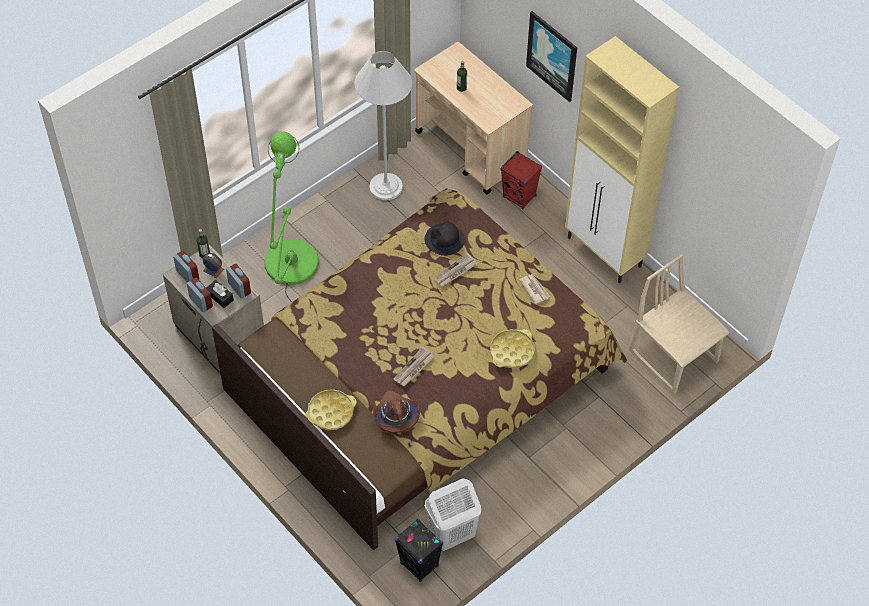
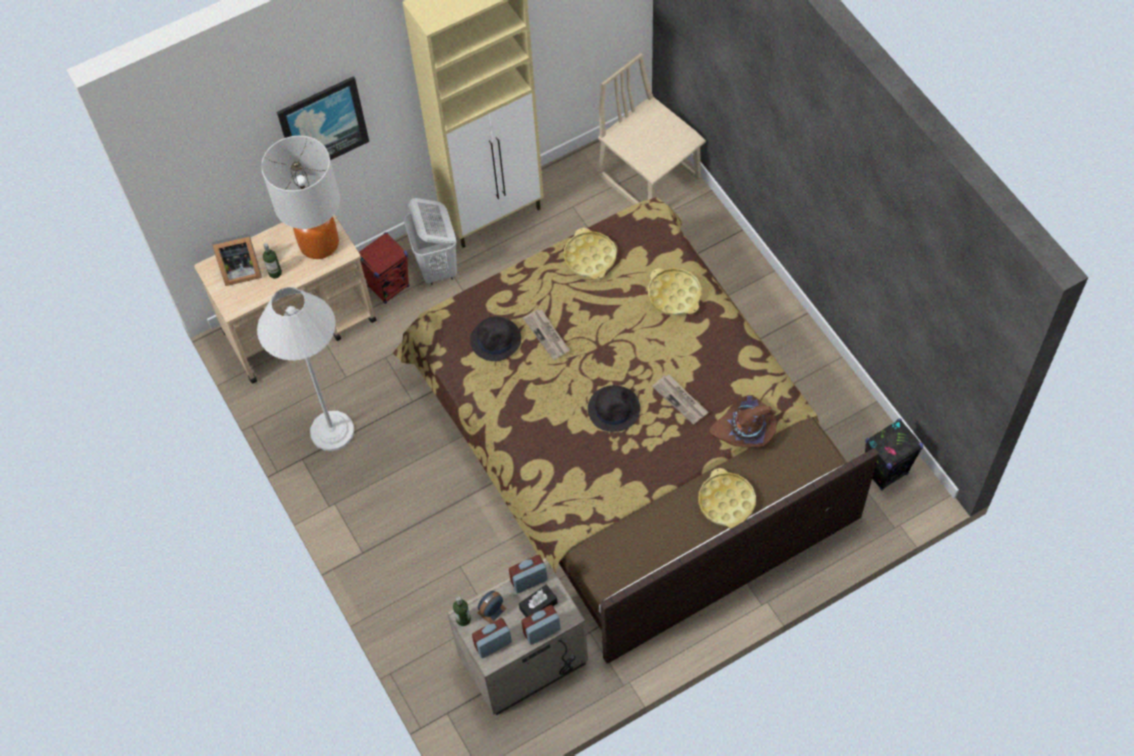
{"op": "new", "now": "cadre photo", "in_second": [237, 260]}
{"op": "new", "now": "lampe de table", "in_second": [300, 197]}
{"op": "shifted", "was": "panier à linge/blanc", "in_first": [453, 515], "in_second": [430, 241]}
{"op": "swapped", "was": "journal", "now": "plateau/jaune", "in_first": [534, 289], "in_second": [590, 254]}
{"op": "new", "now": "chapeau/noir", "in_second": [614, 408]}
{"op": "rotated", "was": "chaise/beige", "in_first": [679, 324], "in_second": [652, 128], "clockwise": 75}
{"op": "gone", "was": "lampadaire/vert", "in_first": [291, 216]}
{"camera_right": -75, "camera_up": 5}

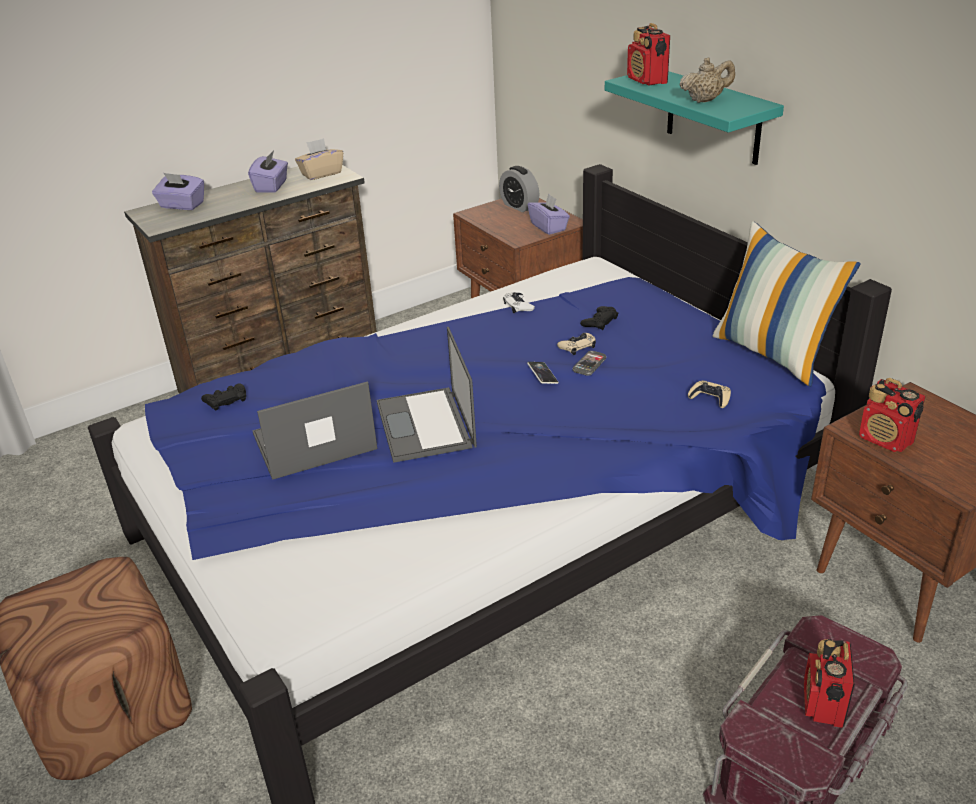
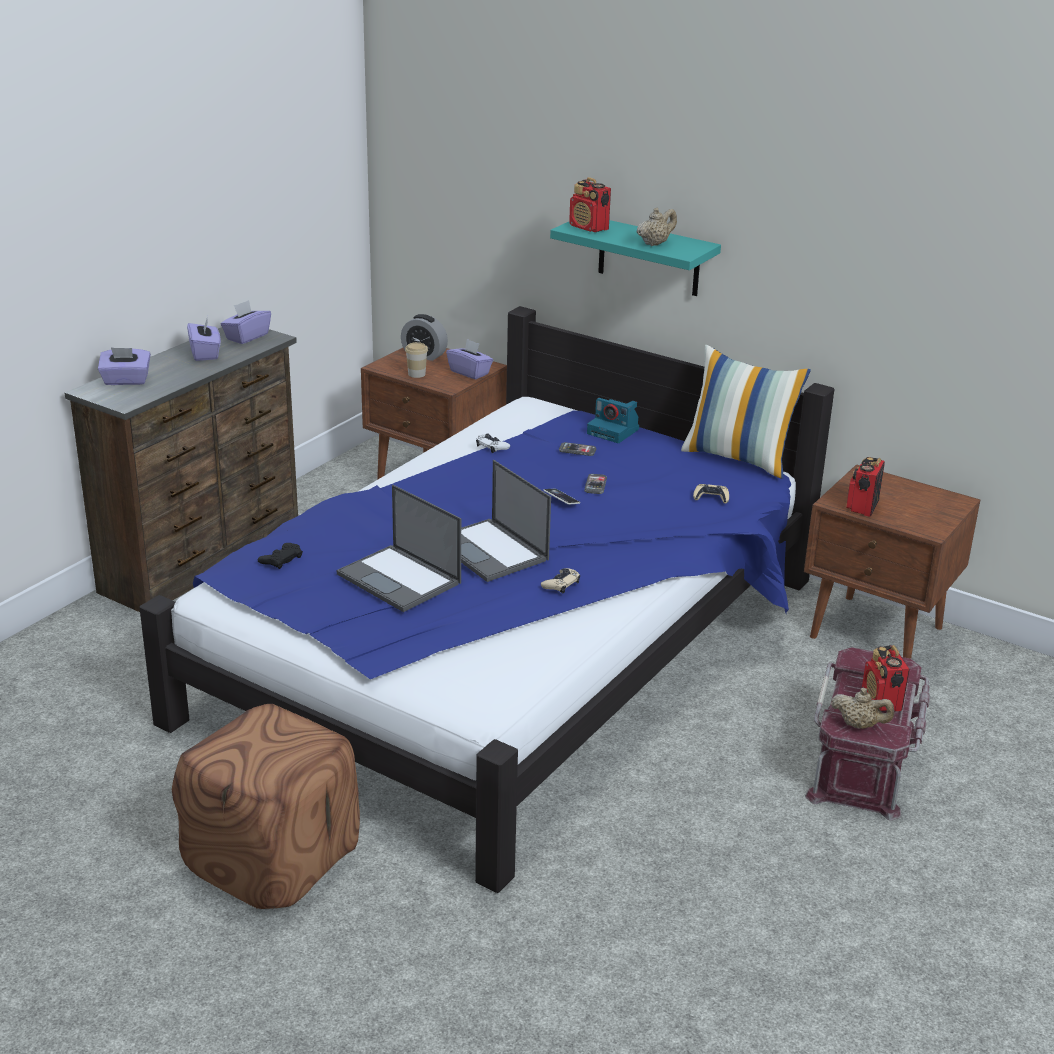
{"op": "repainted", "was": "boîte à mouchoirs/beige", "now": "boîte à mouchoirs/violet", "in_first": [319, 159], "in_second": [246, 322]}
{"op": "rotated", "was": "ordinateur portable", "in_first": [315, 430], "in_second": [399, 548], "clockwise": -90}
{"op": "new", "now": "tasse", "in_second": [416, 360]}
{"op": "shifted", "was": "manette/beige", "in_first": [576, 344], "in_second": [560, 580]}
{"op": "swapped", "was": "manette/noir", "now": "téléphone", "in_first": [599, 318], "in_second": [577, 449]}
{"op": "new", "now": "appareil photo", "in_second": [613, 420]}
{"op": "new", "now": "théière/beige", "in_second": [862, 708]}
{"op": "rotated", "was": "radio", "in_first": [892, 415], "in_second": [865, 487], "clockwise": 90}
{"camera_right": -25, "camera_up": -5}

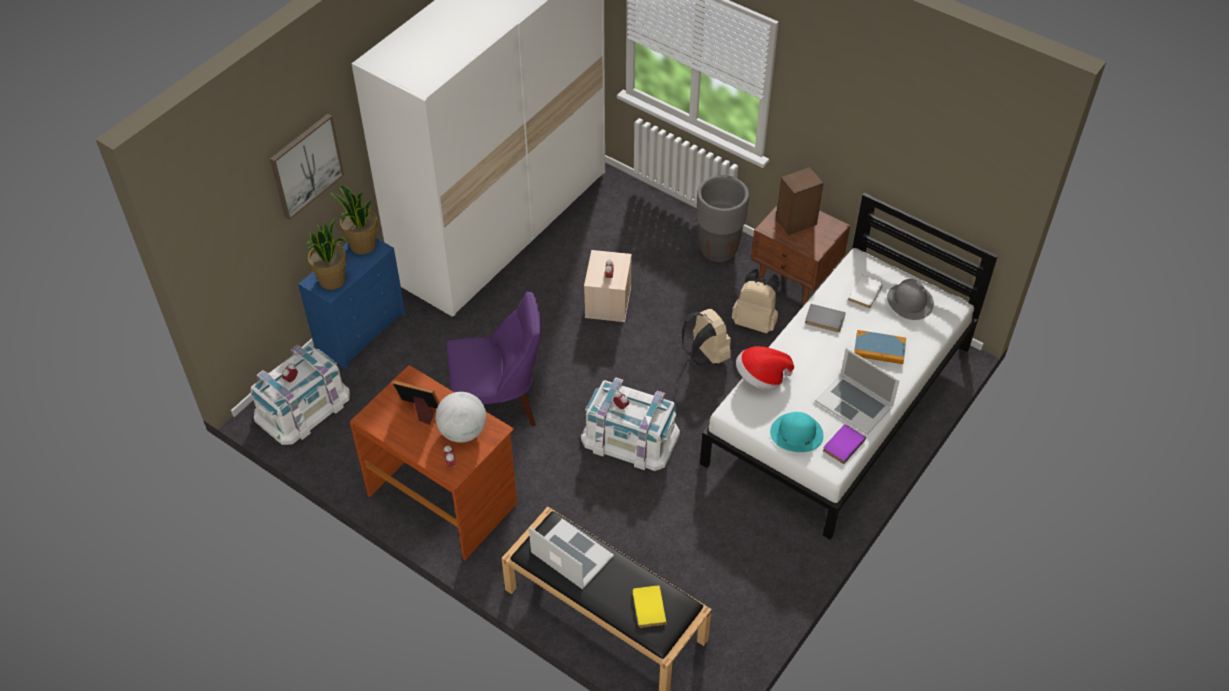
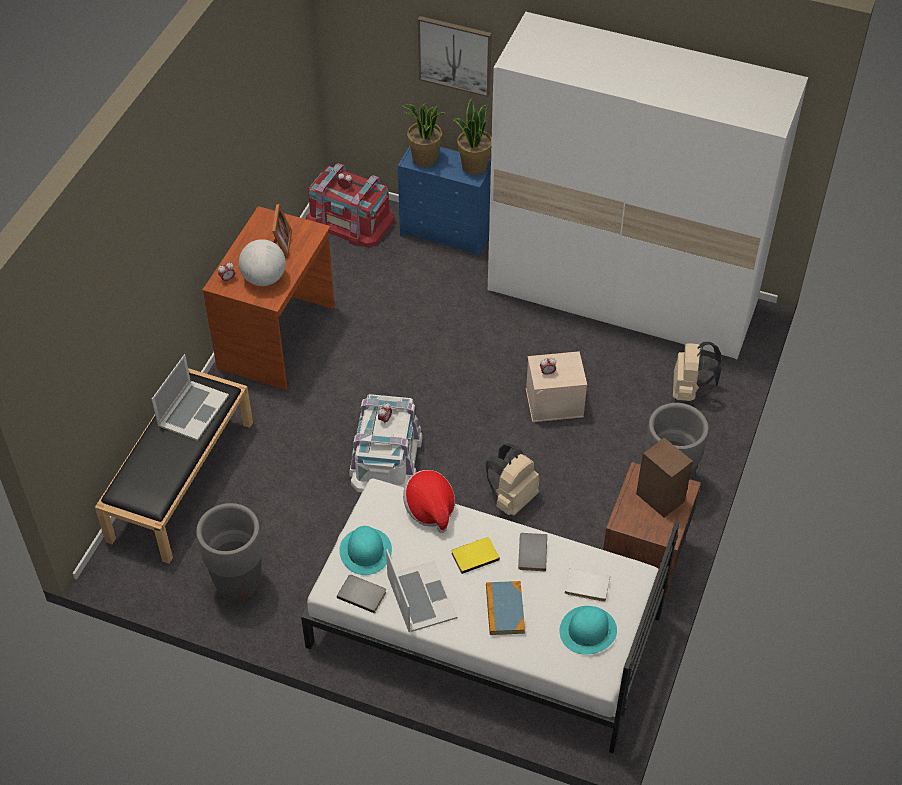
{"op": "new", "now": "cache-pot/gris", "in_second": [229, 552]}
{"op": "repainted", "was": "boîte de rangement/blanc", "now": "boîte de rangement/rouge", "in_first": [300, 394], "in_second": [350, 205]}
{"op": "repainted", "was": "livre/violet", "now": "livre/gris", "in_first": [844, 444], "in_second": [361, 594]}
{"op": "rotated", "was": "ordinateur portable", "in_first": [857, 391], "in_second": [421, 591], "clockwise": 135}
{"op": "shifted", "was": "livre/jaune", "in_first": [649, 606], "in_second": [476, 555]}
{"op": "repainted", "was": "chapeau/gris", "now": "chapeau/turquoise", "in_first": [910, 299], "in_second": [588, 630]}
{"op": "shifted", "was": "sac à dos/beige", "in_first": [756, 301], "in_second": [697, 371]}
{"op": "gone", "was": "chaise/violet", "in_first": [493, 358]}
{"camera_right": 75, "camera_up": 0}

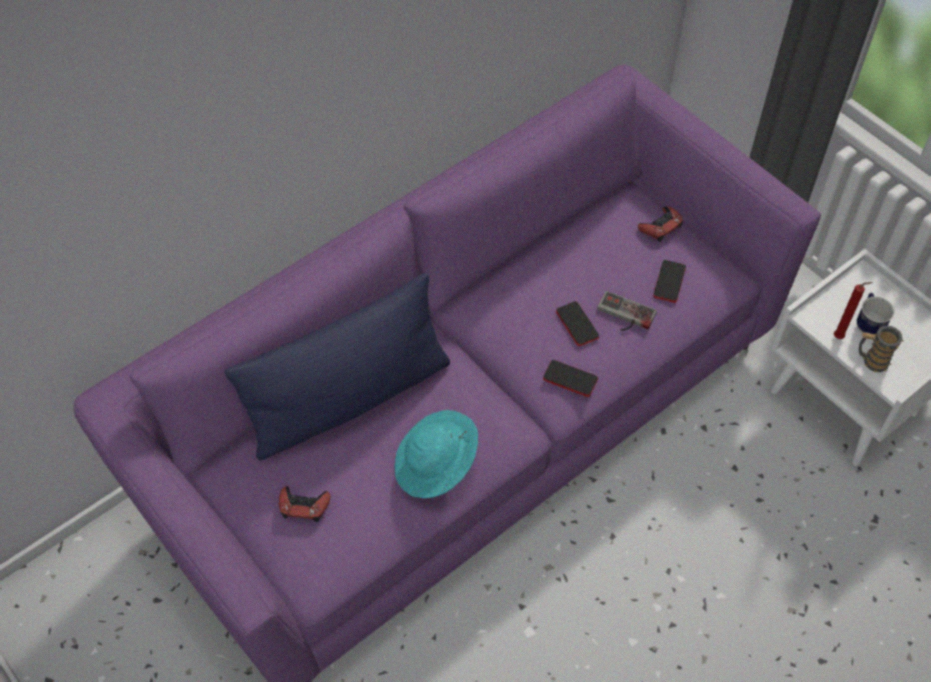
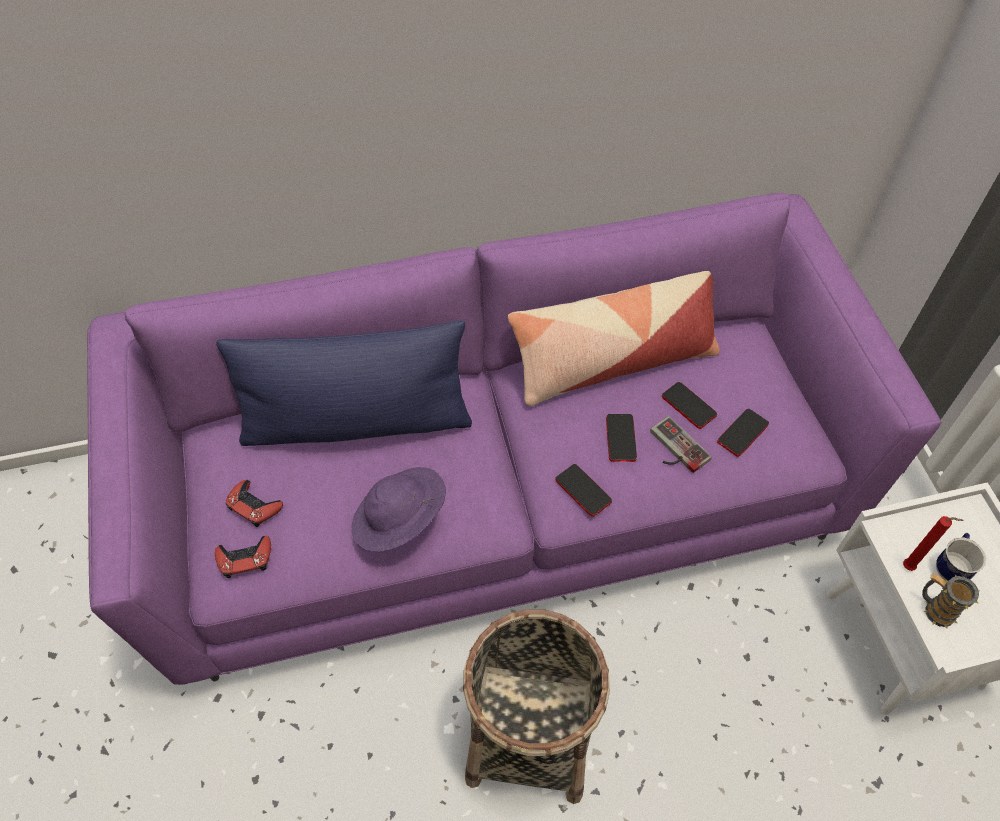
{"op": "shifted", "was": "manette/rouge", "in_first": [660, 224], "in_second": [243, 556]}
{"op": "repainted", "was": "chapeau/turquoise", "now": "chapeau/violet", "in_first": [436, 454], "in_second": [399, 509]}
{"op": "new", "now": "panier", "in_second": [536, 706]}
{"op": "new", "now": "coussin", "in_second": [614, 338]}
{"op": "new", "now": "téléphone", "in_second": [689, 405]}
{"camera_right": 25, "camera_up": 0}

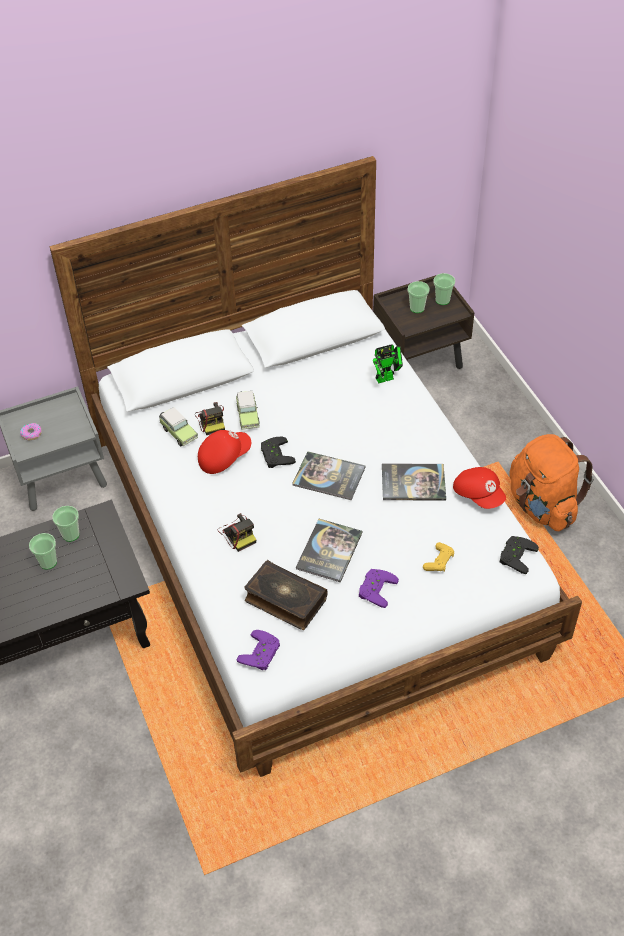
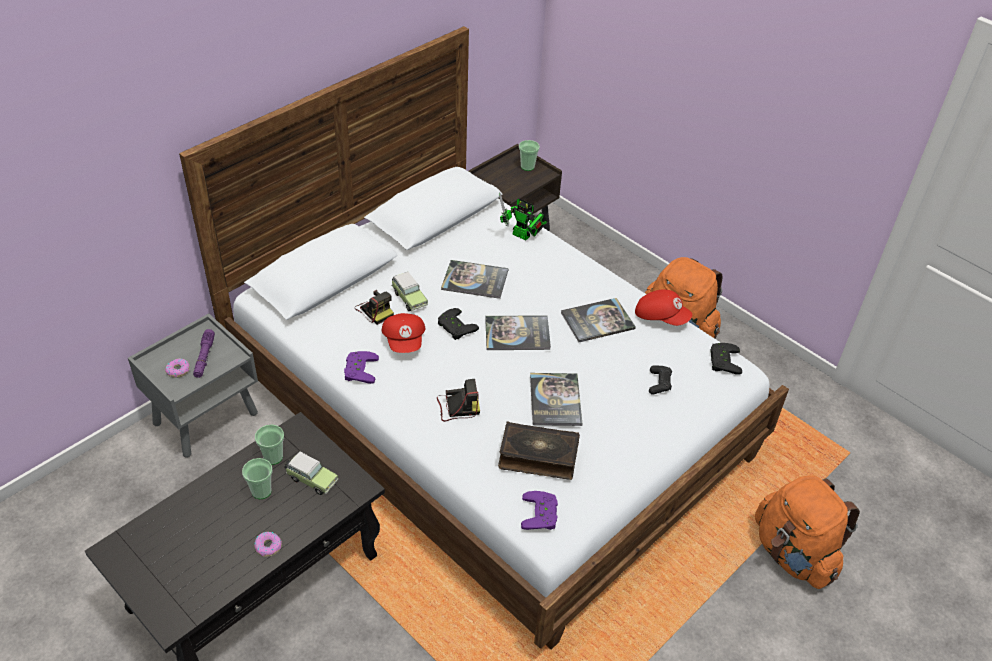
{"op": "new", "now": "lampe de poche/violet", "in_second": [204, 353]}
{"op": "new", "now": "beignet", "in_second": [268, 544]}
{"op": "shifted", "was": "petite voiture", "in_first": [178, 426], "in_second": [311, 473]}
{"op": "shifted", "was": "manette/violet", "in_first": [379, 588], "in_second": [361, 367]}
{"op": "rotated", "was": "casquette/rouge", "in_first": [224, 452], "in_second": [403, 333], "clockwise": 135}
{"op": "rotated", "was": "appareil photo", "in_first": [237, 532], "in_second": [458, 400], "clockwise": -45}
{"op": "new", "now": "livre", "in_second": [474, 279]}
{"op": "rotated", "was": "robot jouet", "in_first": [388, 363], "in_second": [523, 217], "clockwise": 75}
{"op": "repainted", "was": "manette/jaune", "now": "manette/noir", "in_first": [438, 557], "in_second": [660, 380]}
{"op": "new", "now": "sac à dos/orange", "in_second": [807, 532]}
{"op": "gone", "was": "tasse", "in_first": [419, 297]}
{"camera_right": -25, "camera_up": -5}

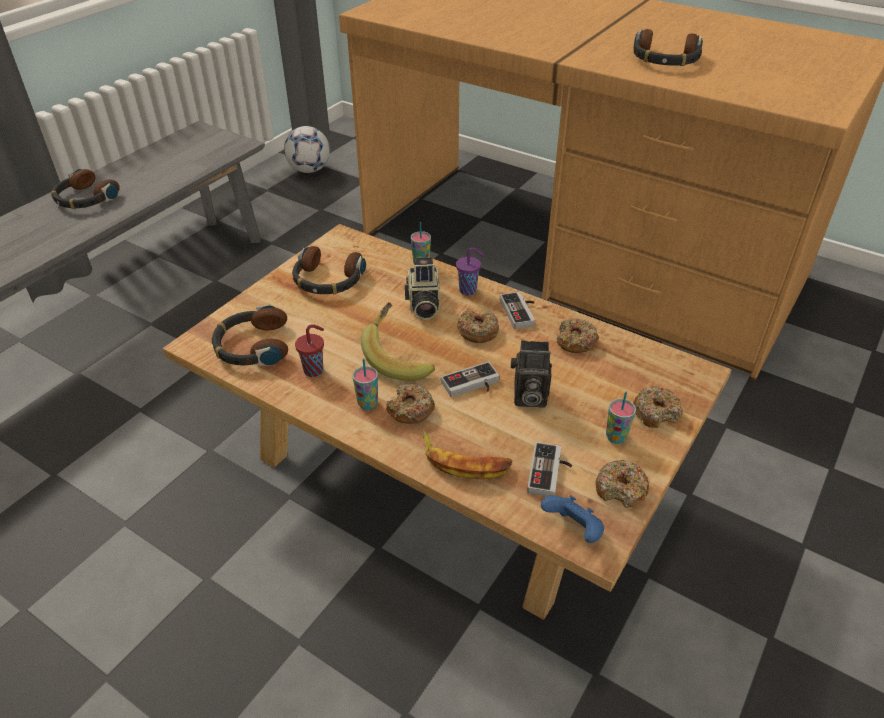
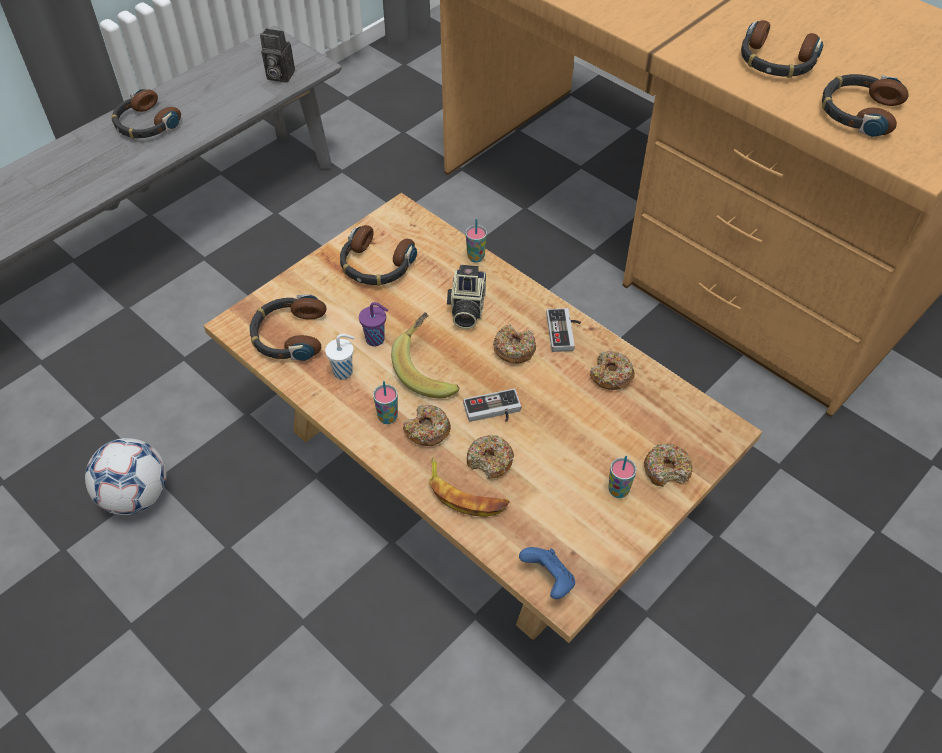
{"op": "shifted", "was": "ballon de foot", "in_first": [307, 149], "in_second": [125, 476]}
{"op": "shifted", "was": "appareil photo", "in_first": [531, 374], "in_second": [277, 55]}
{"op": "repainted", "was": "tasse/rouge", "now": "tasse/blanc", "in_first": [309, 350], "in_second": [340, 357]}
{"op": "shifted", "was": "tasse/violet", "in_first": [470, 271], "in_second": [373, 324]}
{"op": "shifted", "was": "beignet", "in_first": [622, 484], "in_second": [490, 457]}
{"op": "new", "now": "casque audio", "in_second": [865, 106]}
{"op": "gone", "was": "manette", "in_first": [549, 469]}
{"camera_right": 10, "camera_up": 10}

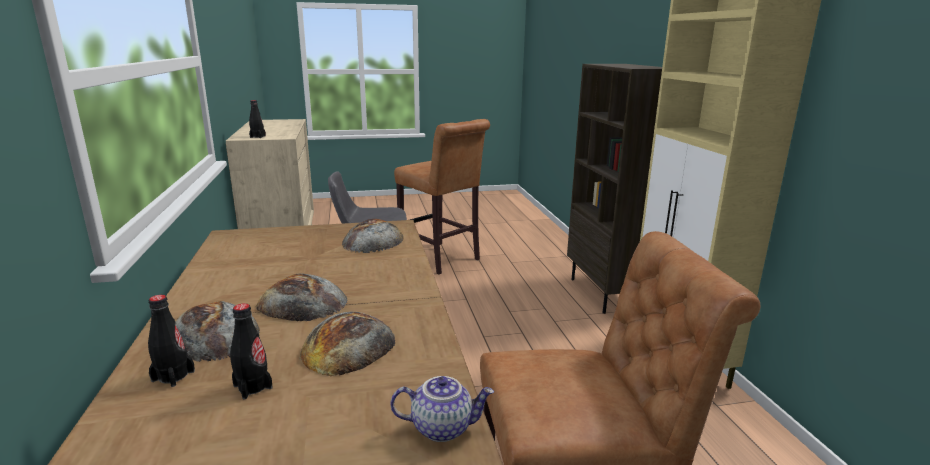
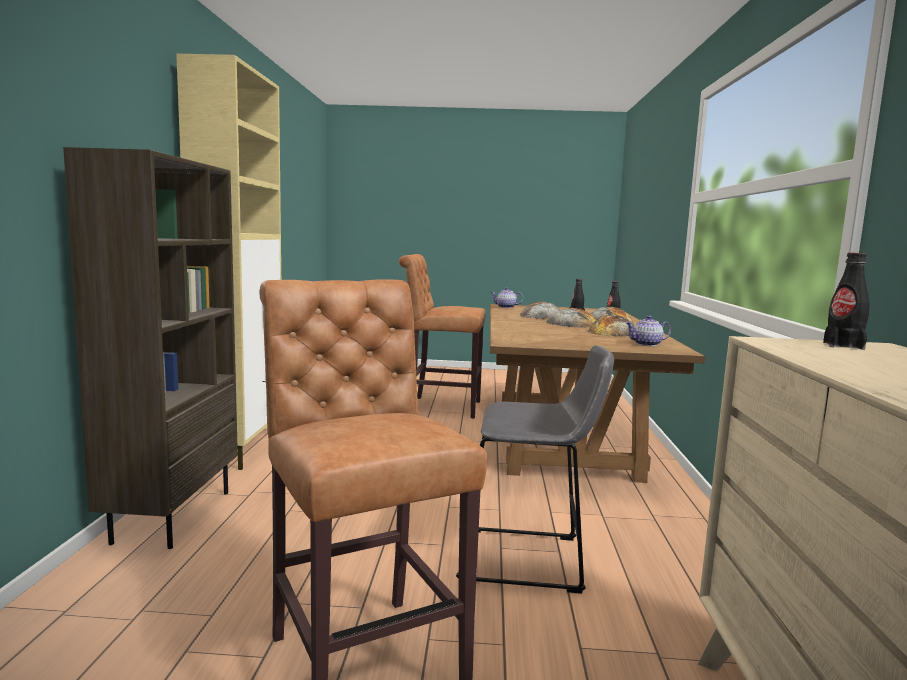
{"op": "shifted", "was": "pain", "in_first": [373, 236], "in_second": [611, 326]}
{"op": "new", "now": "théière", "in_second": [648, 331]}
{"camera_right": -165, "camera_up": -10}

